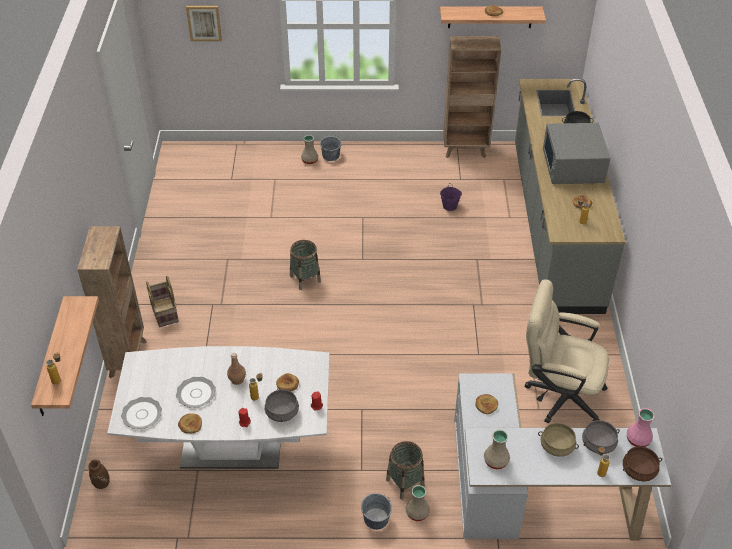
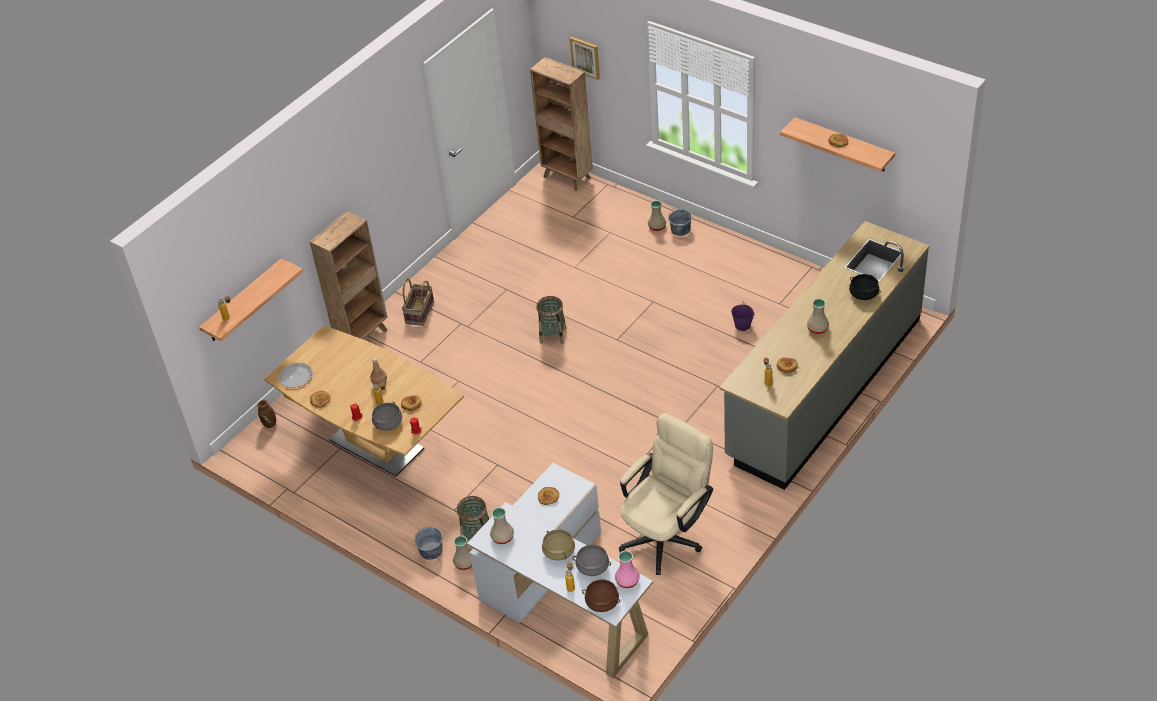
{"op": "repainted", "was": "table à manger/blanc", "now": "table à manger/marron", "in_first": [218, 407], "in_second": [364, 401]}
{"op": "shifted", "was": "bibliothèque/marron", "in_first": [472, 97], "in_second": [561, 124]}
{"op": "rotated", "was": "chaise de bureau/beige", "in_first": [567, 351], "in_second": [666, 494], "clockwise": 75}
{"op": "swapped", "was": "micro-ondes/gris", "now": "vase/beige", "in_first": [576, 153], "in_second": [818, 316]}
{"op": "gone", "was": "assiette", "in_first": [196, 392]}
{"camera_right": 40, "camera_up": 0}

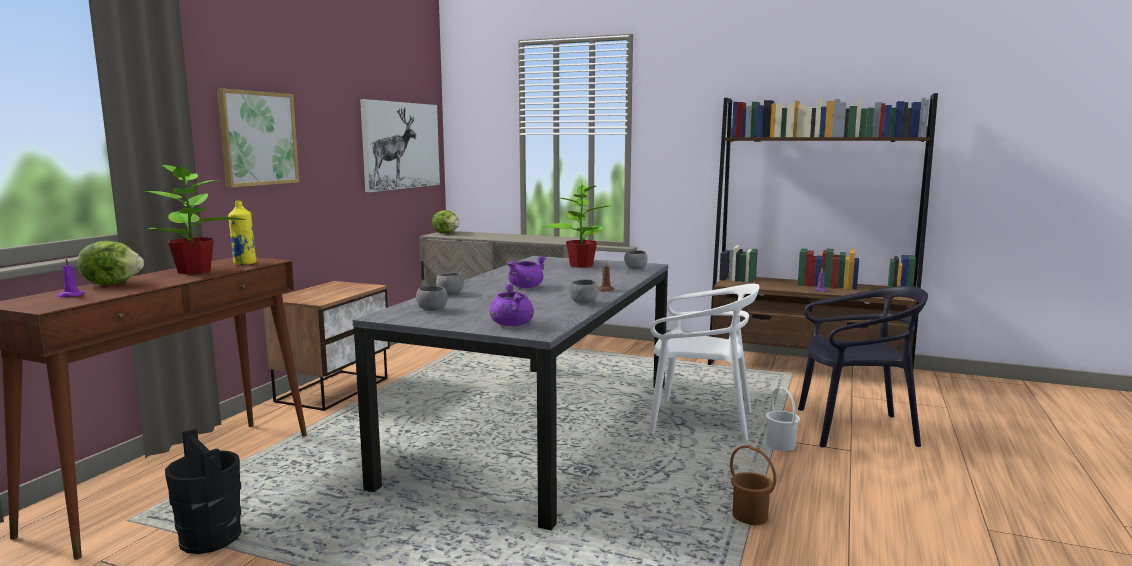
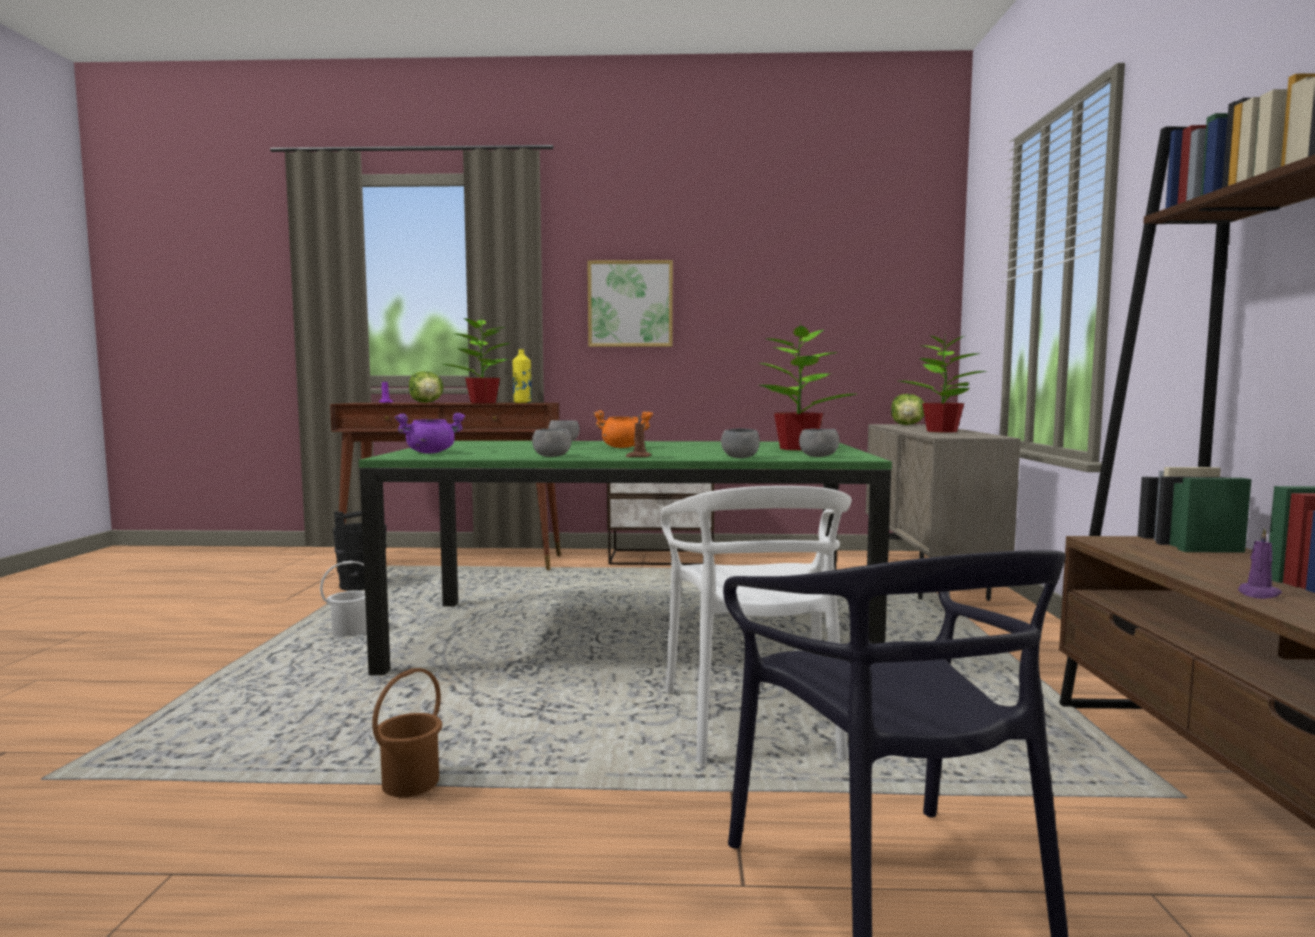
{"op": "shifted", "was": "seau/blanc", "in_first": [783, 419], "in_second": [343, 599]}
{"op": "repainted", "was": "table à manger/gris", "now": "table à manger/vert", "in_first": [510, 393], "in_second": [625, 558]}
{"op": "repainted", "was": "marmite/violet", "now": "marmite/orange", "in_first": [527, 272], "in_second": [623, 429]}
{"op": "shifted", "was": "bol/gris", "in_first": [432, 298], "in_second": [740, 443]}
{"op": "new", "now": "plante en pot", "in_second": [942, 381]}
{"op": "gone", "was": "tableau", "in_first": [400, 145]}
{"camera_right": 70, "camera_up": -5}

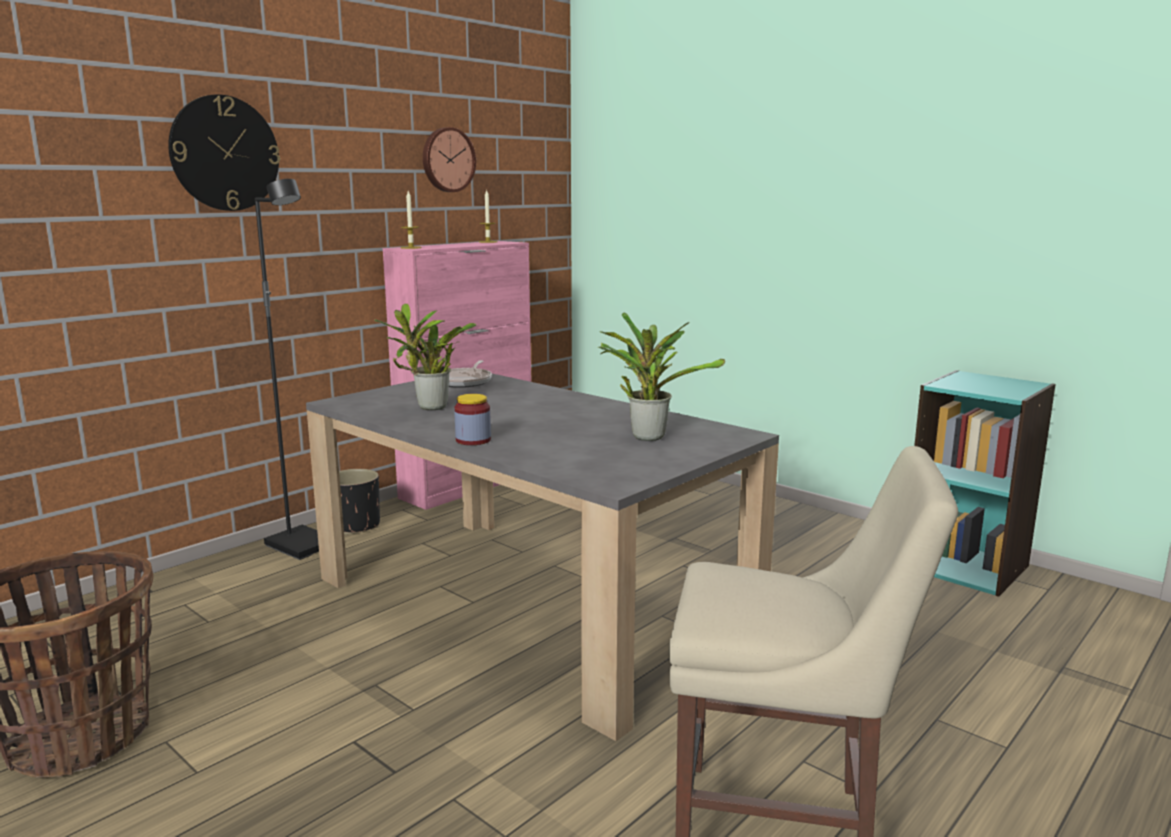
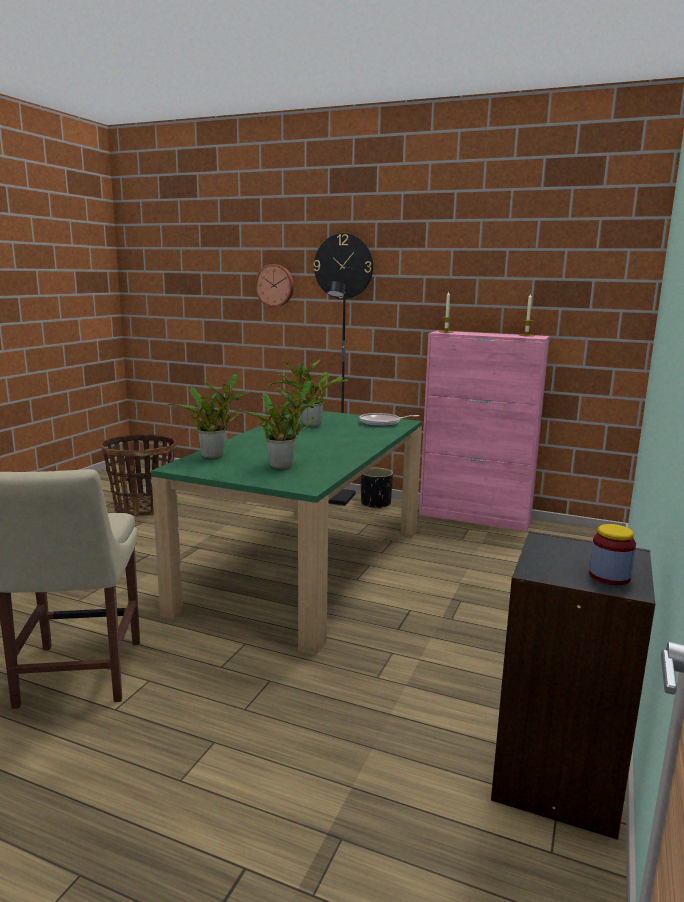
{"op": "repainted", "was": "table à manger/gris", "now": "table à manger/vert", "in_first": [542, 557], "in_second": [286, 533]}
{"op": "new", "now": "plante en pot", "in_second": [208, 416]}
{"op": "shifted", "was": "horloge murale", "in_first": [449, 159], "in_second": [274, 285]}
{"op": "repainted", "was": "bibliothèque/turquoise", "now": "bibliothèque/noir", "in_first": [985, 483], "in_second": [573, 685]}
{"op": "shifted", "was": "bocal", "in_first": [472, 419], "in_second": [612, 554]}
{"camera_right": 70, "camera_up": 0}

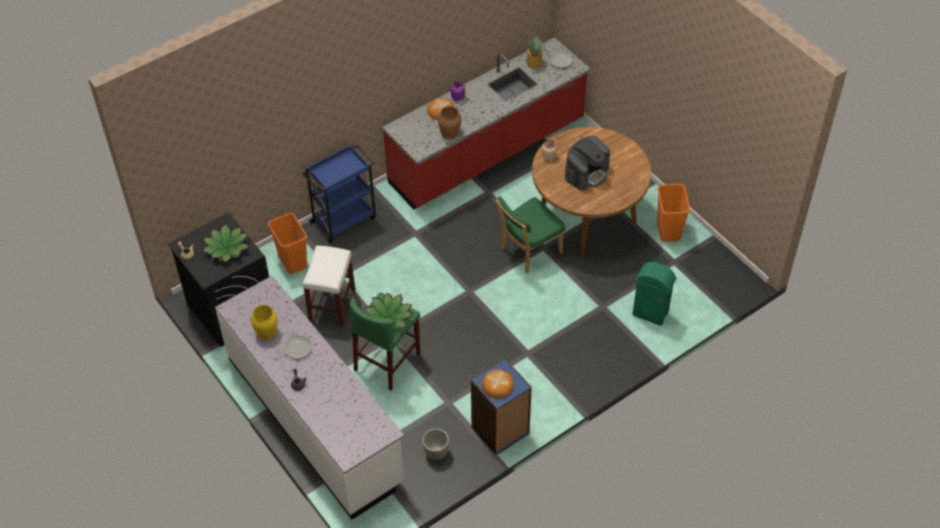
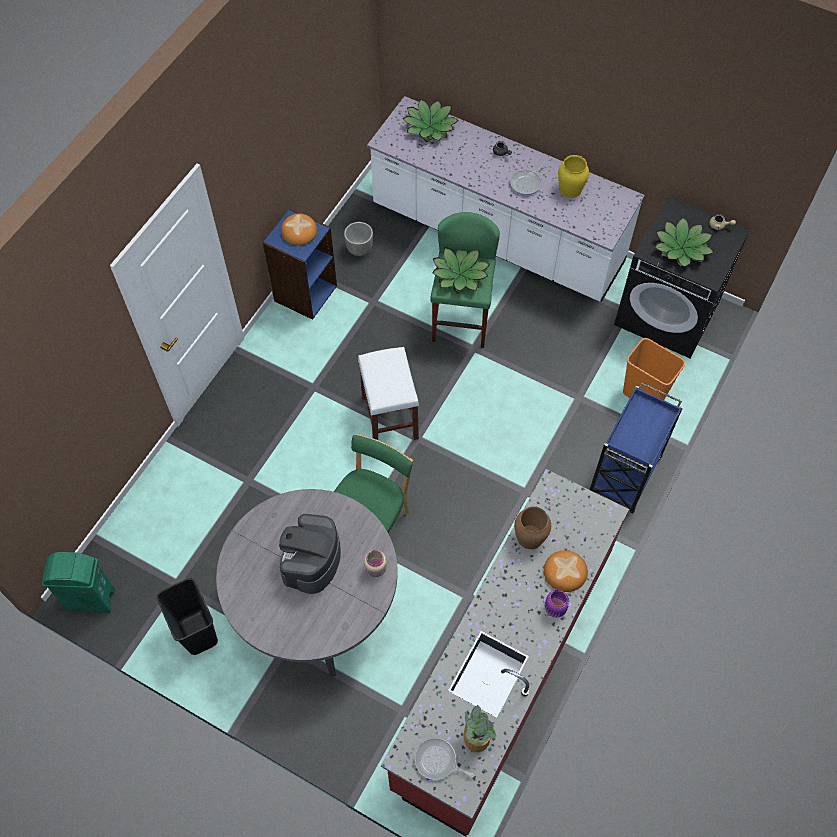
{"op": "shifted", "was": "poubelle/vert", "in_first": [654, 294], "in_second": [78, 582]}
{"op": "repainted", "was": "poubelle/orange", "now": "poubelle/noir", "in_first": [673, 213], "in_second": [187, 616]}
{"op": "repainted", "was": "table à manger/marron", "now": "table à manger/gris", "in_first": [591, 191], "in_second": [307, 583]}
{"op": "shifted", "was": "tabouret/blanc", "in_first": [328, 286], "in_second": [388, 393]}
{"op": "new", "now": "plante en pot", "in_second": [431, 120]}
{"camera_right": 155, "camera_up": 10}

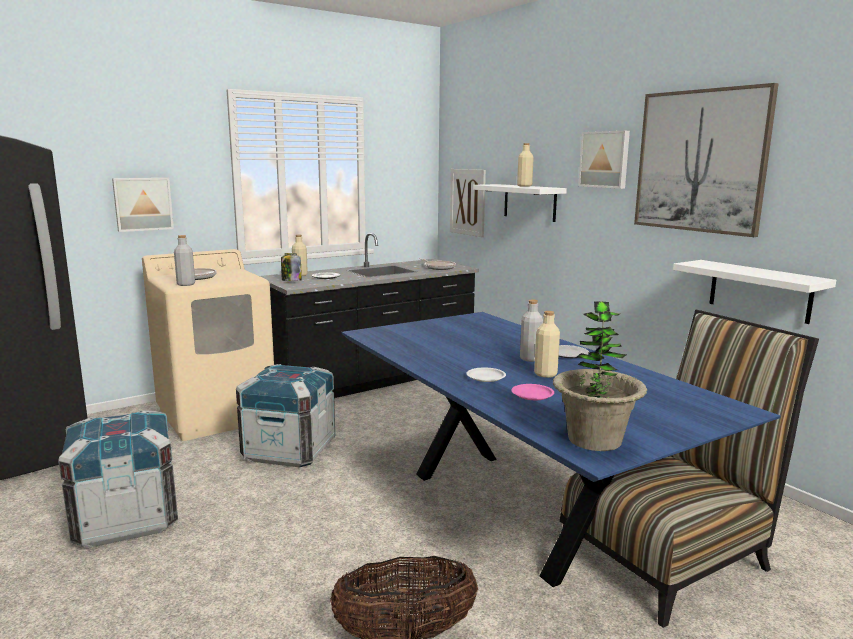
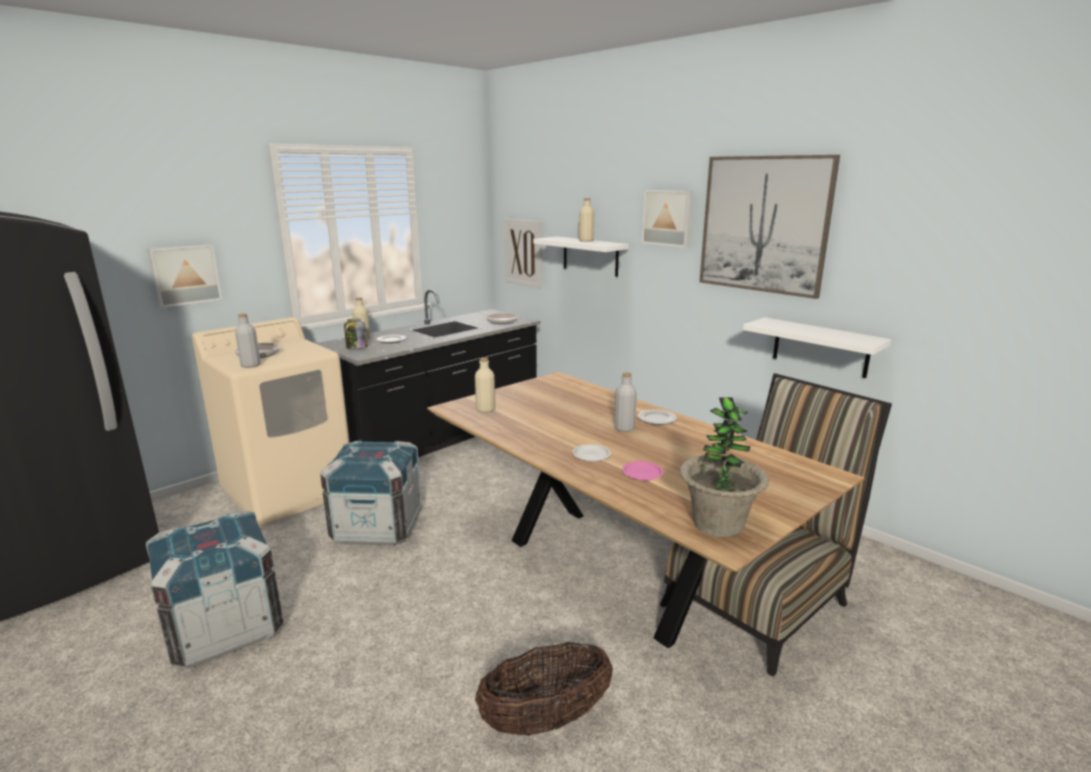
{"op": "repainted", "was": "table à manger/bleu", "now": "table à manger/marron", "in_first": [561, 449], "in_second": [646, 510]}
{"op": "shifted", "was": "bouteille/beige", "in_first": [547, 344], "in_second": [485, 385]}
{"camera_right": -10, "camera_up": 5}

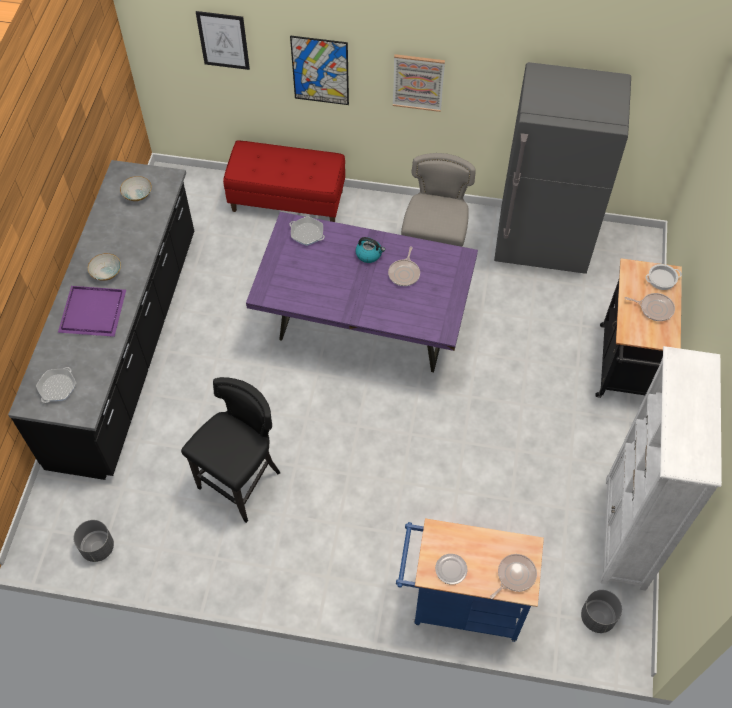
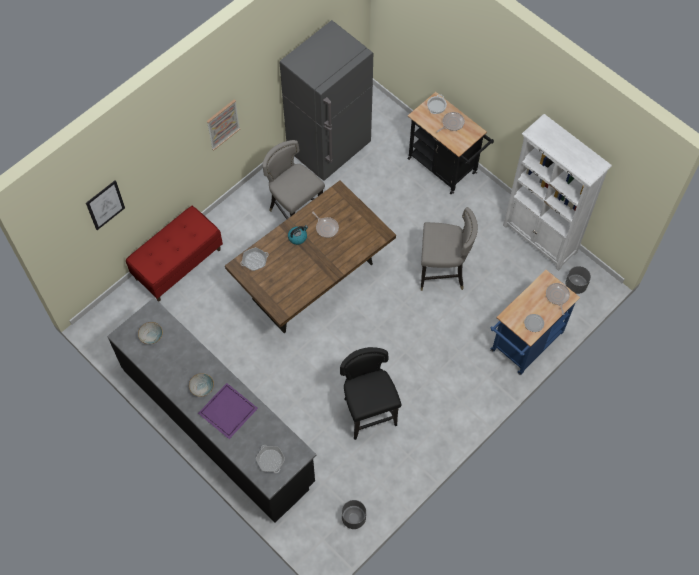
{"op": "repainted", "was": "table à manger/violet", "now": "table à manger/marron", "in_first": [362, 292], "in_second": [310, 256]}
{"op": "new", "now": "tabouret/gris", "in_second": [449, 249]}
{"op": "gone", "was": "tableau", "in_first": [319, 70]}
{"camera_right": -55, "camera_up": 5}

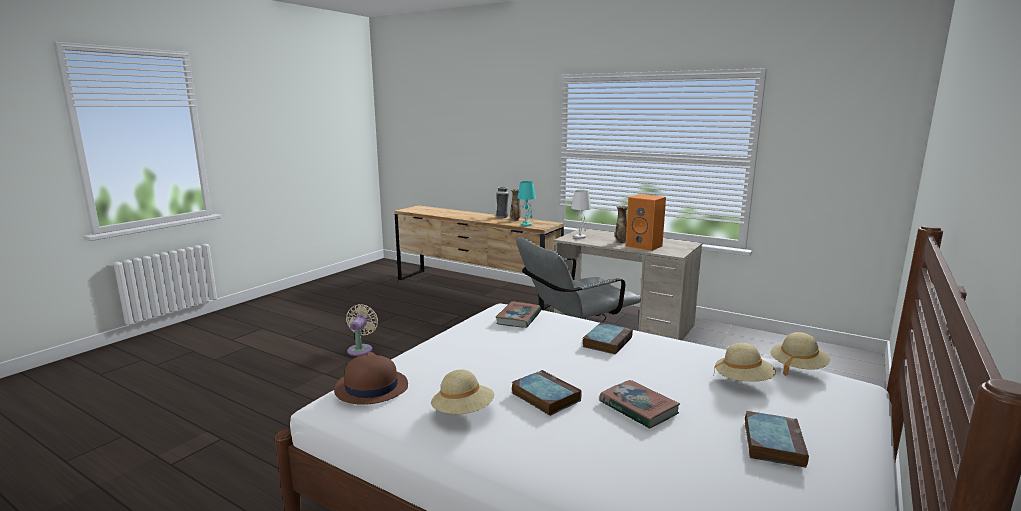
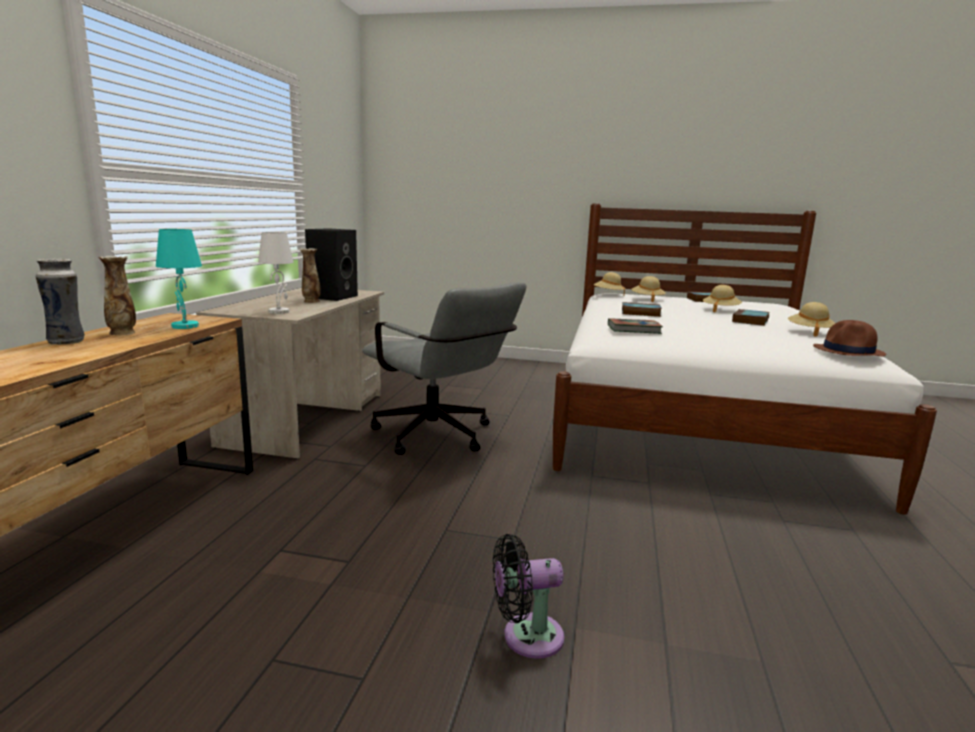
{"op": "repainted", "was": "enceinte/orange", "now": "enceinte/noir", "in_first": [646, 222], "in_second": [331, 264]}
{"op": "repainted", "was": "ventilateur/beige", "now": "ventilateur/noir", "in_first": [362, 330], "in_second": [529, 596]}
{"op": "swapped", "was": "livre", "now": "chapeau/beige", "in_first": [639, 404], "in_second": [722, 299]}
{"camera_right": -110, "camera_up": 0}

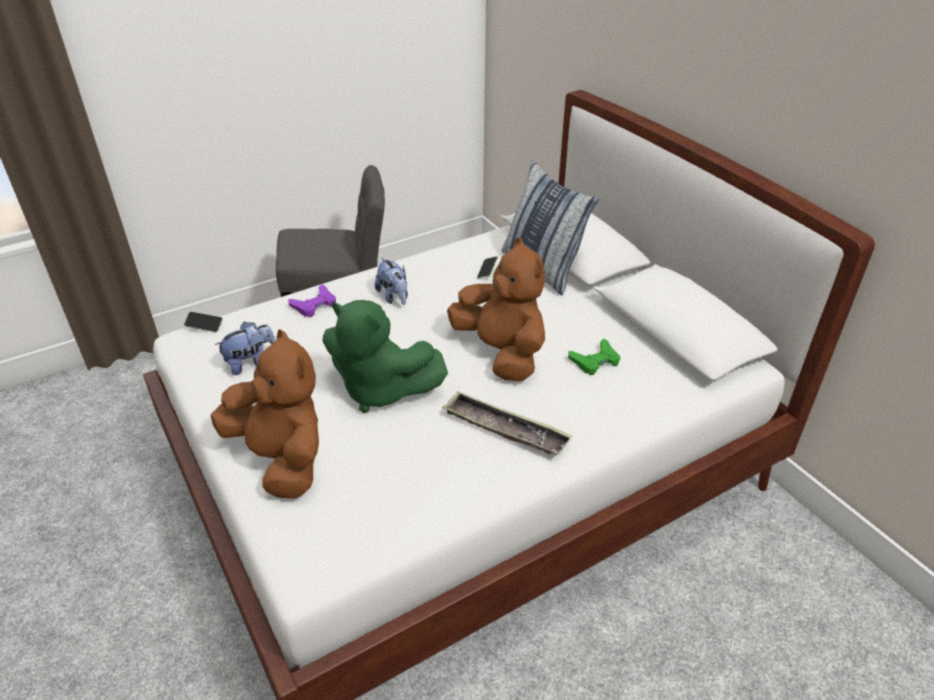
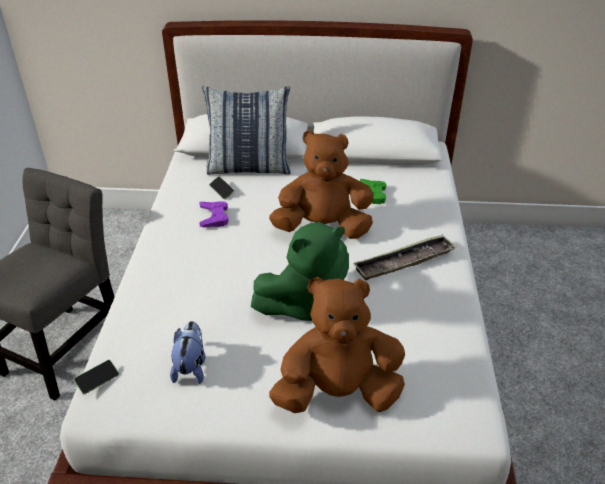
{"op": "shifted", "was": "manette/violet", "in_first": [312, 300], "in_second": [214, 214]}
{"op": "gone", "was": "peluche", "in_first": [391, 281]}
{"camera_right": -55, "camera_up": 0}

